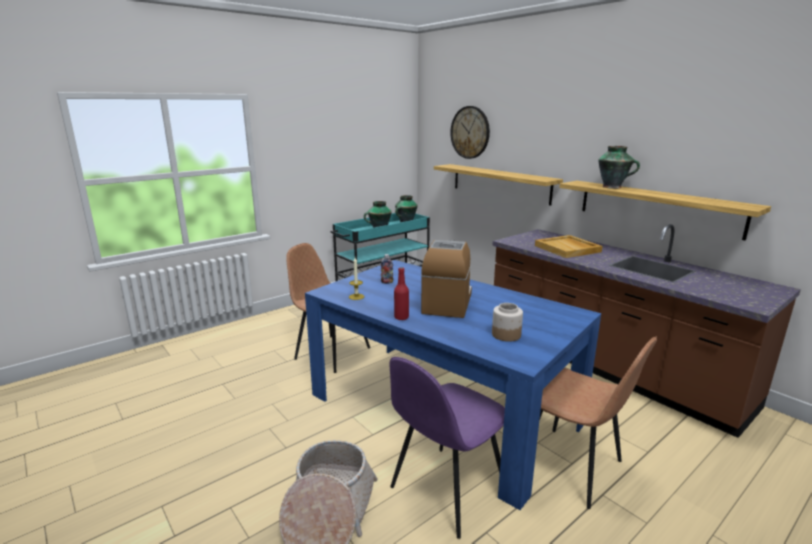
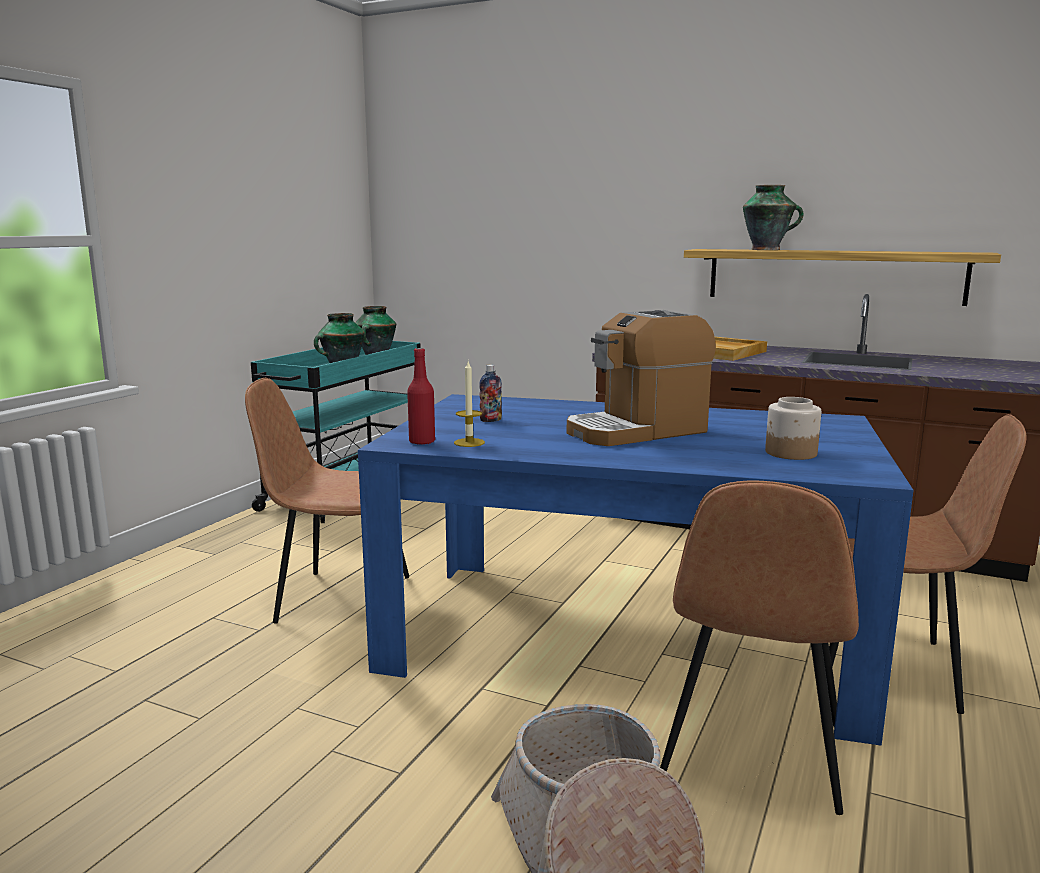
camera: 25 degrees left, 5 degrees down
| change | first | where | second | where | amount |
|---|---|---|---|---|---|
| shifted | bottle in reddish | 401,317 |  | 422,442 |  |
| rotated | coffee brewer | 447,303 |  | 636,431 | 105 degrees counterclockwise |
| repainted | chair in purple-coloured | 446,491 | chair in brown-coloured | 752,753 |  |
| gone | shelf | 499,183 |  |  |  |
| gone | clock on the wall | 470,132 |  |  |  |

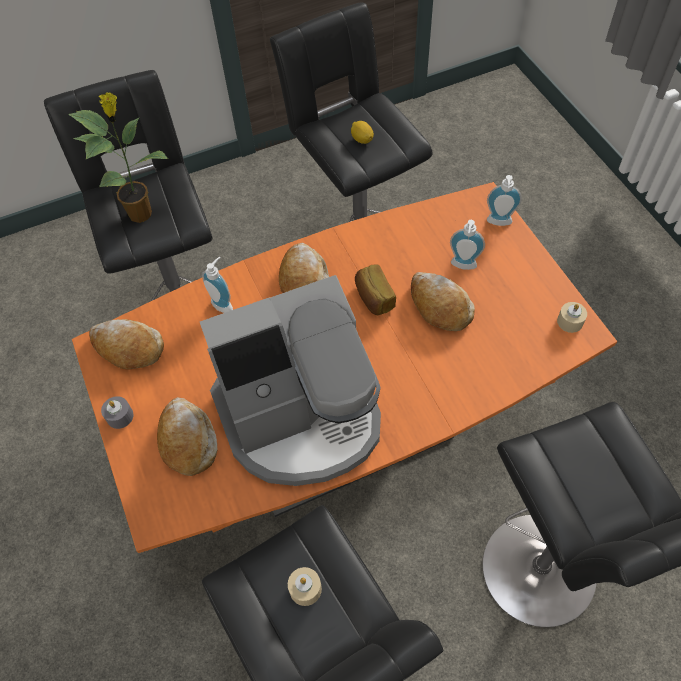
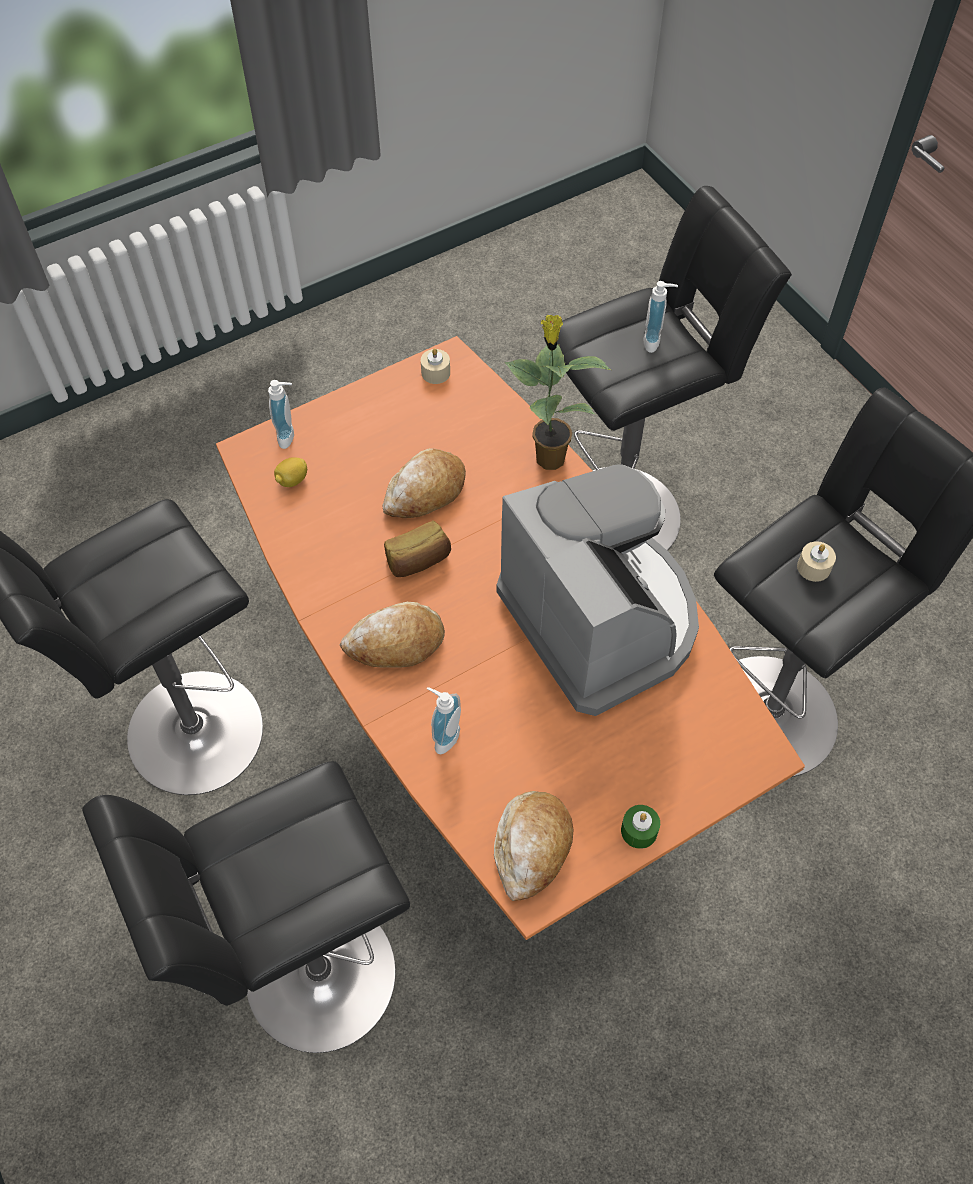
camera: 100 degrees left, 0 degrees up
| change | first | where | second | where | amount |
|---|---|---|---|---|---|
| shifted | whole lemon | 362,139 |  | 292,480 |  |
| shifted | houseplant | 142,213 |  | 549,456 |  |
| repainted | candle in grey | 120,416 | candle in green | 639,831 |  |
| shifted | soap dispenser | 463,266 |  | 655,341 |  |
| gone | baked bread | 187,441 |  |  |  |

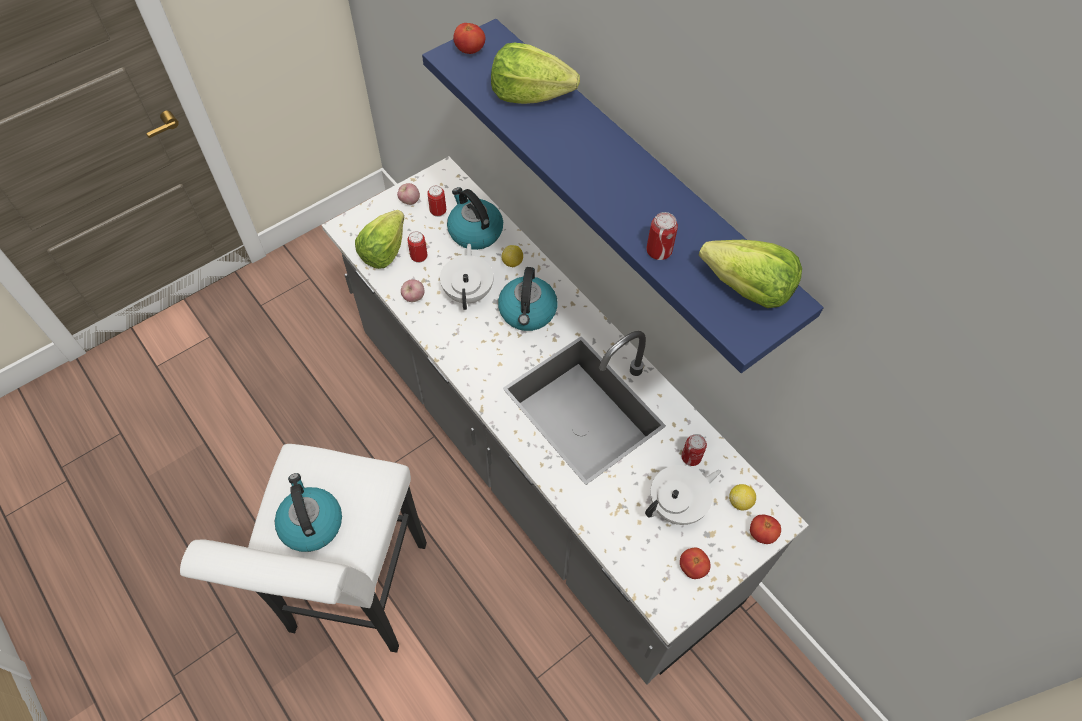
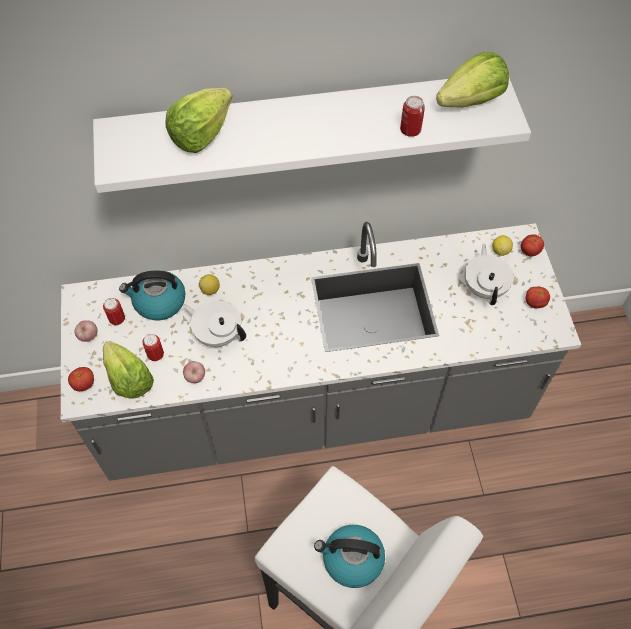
camera: 60 degrees left, 0 degrees up
| change | first | where | second | where | amount |
|---|---|---|---|---|---|
| shifted | tomato | 470,50 |  | 84,384 |  |
| repainted | shelf in blue-coloured | 636,176 | shelf in white | 304,121 |  |
| gone | water kettle | 528,312 |  |  |  |
| gone | can | 691,457 |  |  |  |

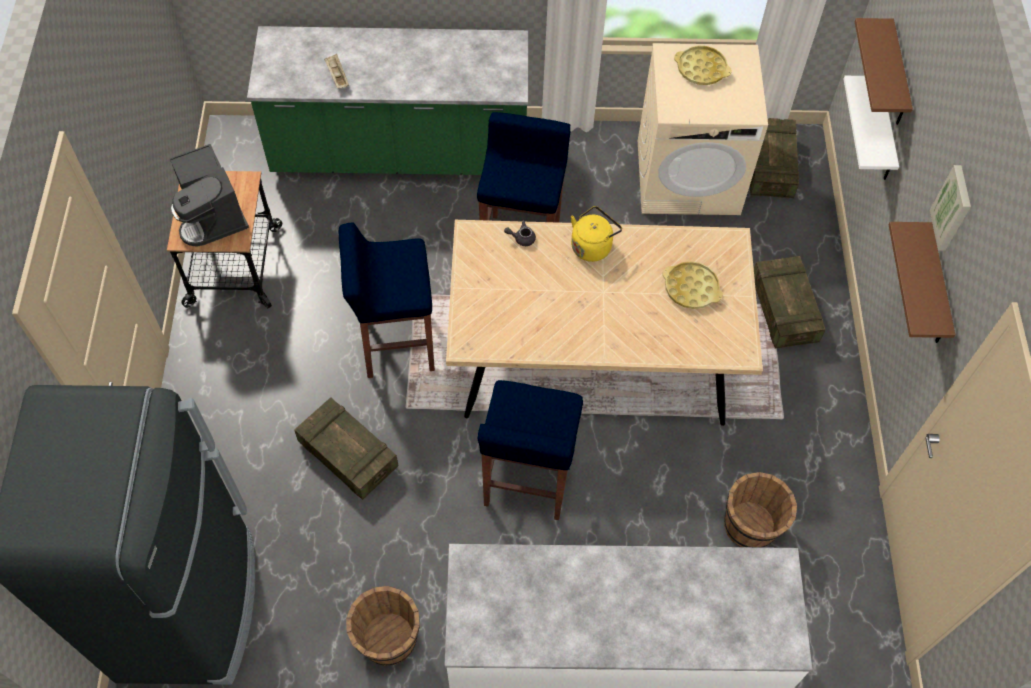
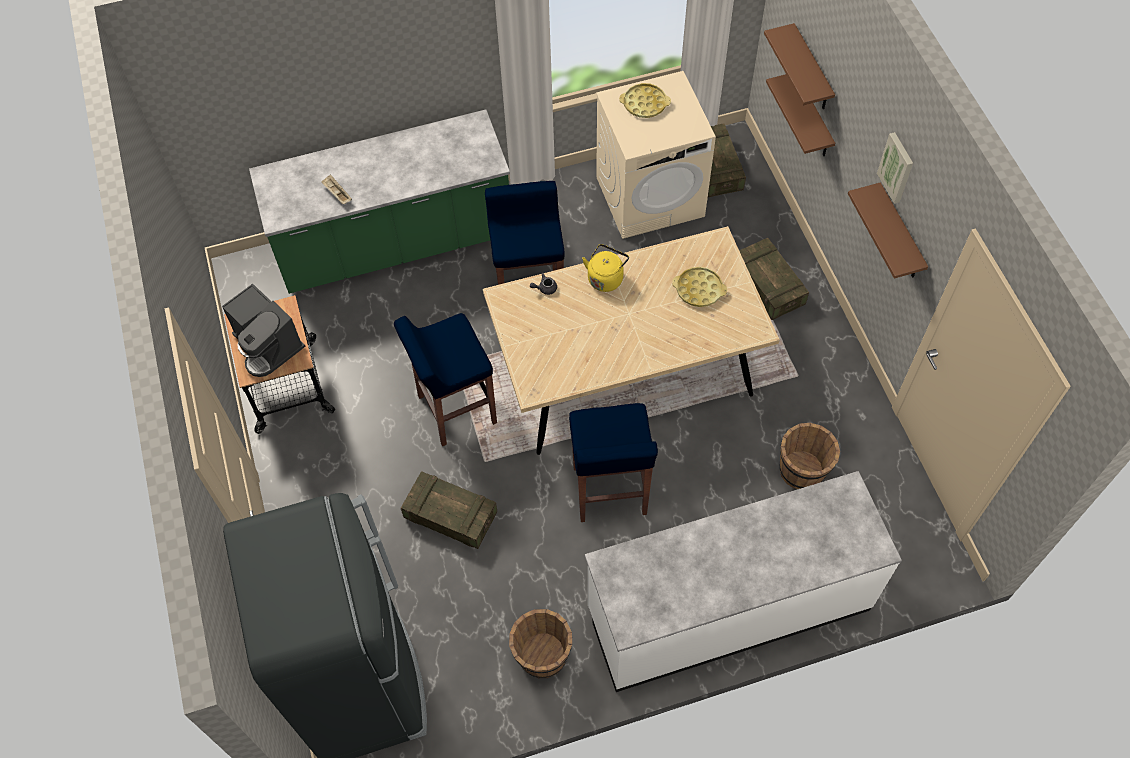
camera: 15 degrees left, 0 degrees up
| change | first | where | second | where | amount |
|---|---|---|---|---|---|
| repainted | shelf in white | 884,133 | shelf in brown-coloured | 812,118 |  |

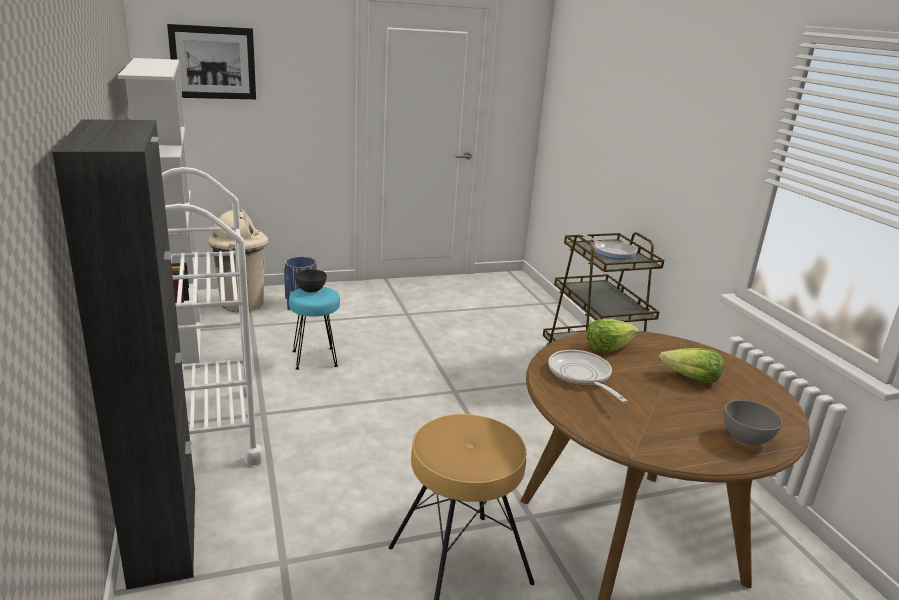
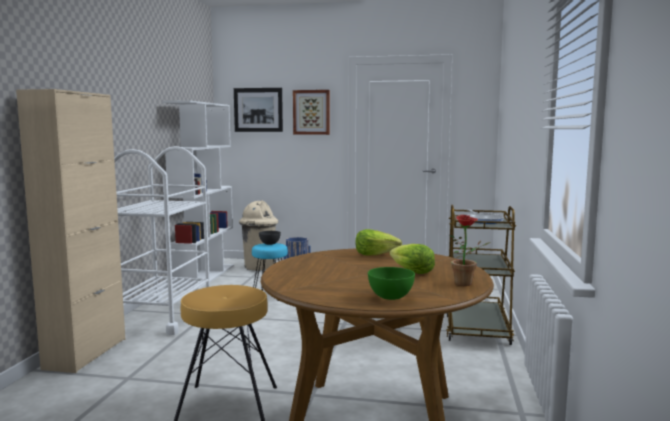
camera: 30 degrees right, 15 degrees down
| change | first | where | second | where | amount |
|---|---|---|---|---|---|
| repainted | cabinet in blackish | 164,535 | cabinet in sand-coloured | 85,353 |  |
| new |  |  | wall picture | 311,112 |  |
| repainted | bowl in grey | 746,438 | bowl in green | 391,297 |  |
| new |  |  | houseplant | 467,284 |  |
| gone | frying pan | 581,376 |  |  |  |

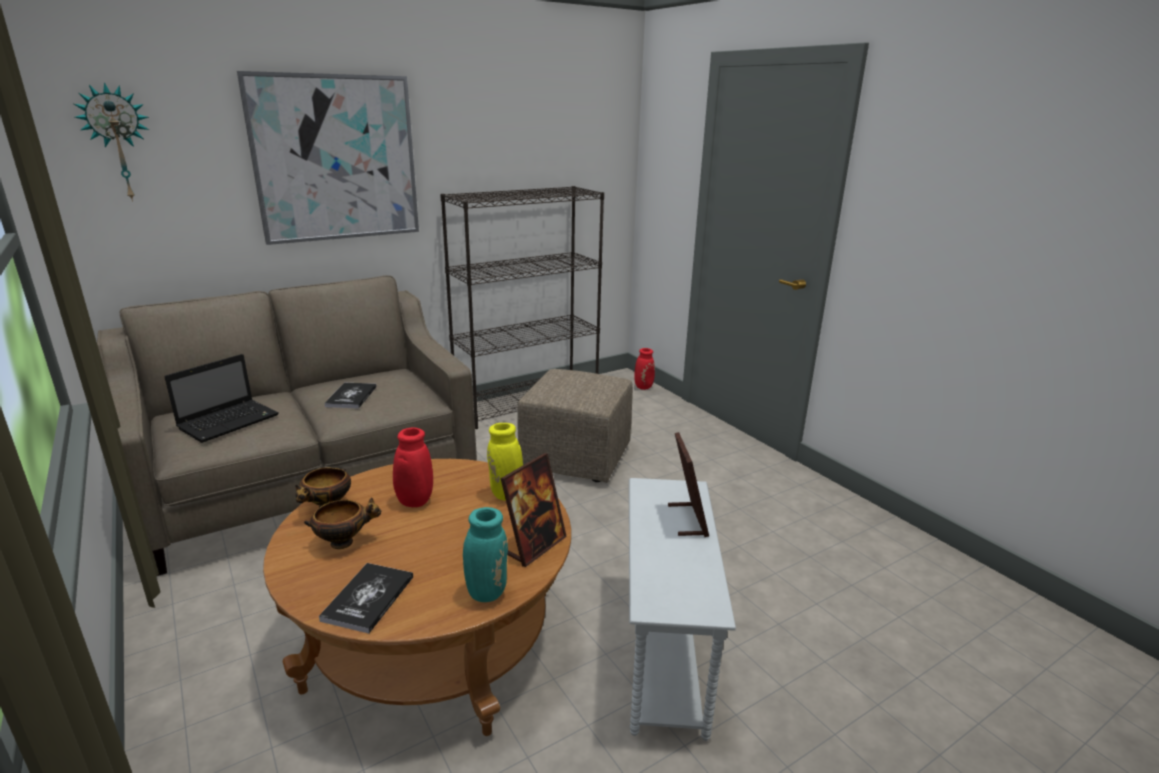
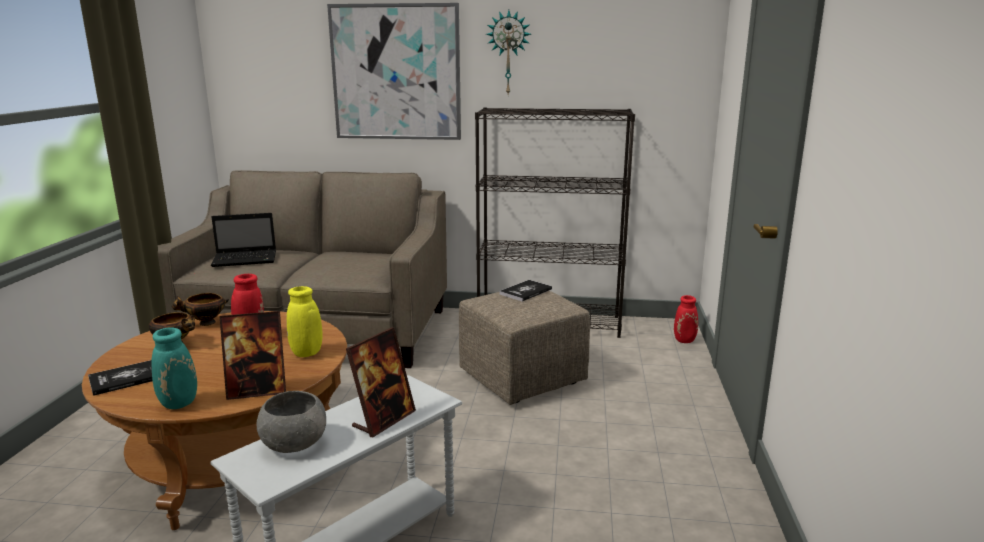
camera: 40 degrees right, 5 degrees down
| change | first | where | second | where | amount |
|---|---|---|---|---|---|
| new |  |  | bowl in grey | 294,444 |  |
| shifted | clock on the wall | 118,143 |  | 508,53 |  |
| shifted | volume | 351,396 |  | 525,291 |  |

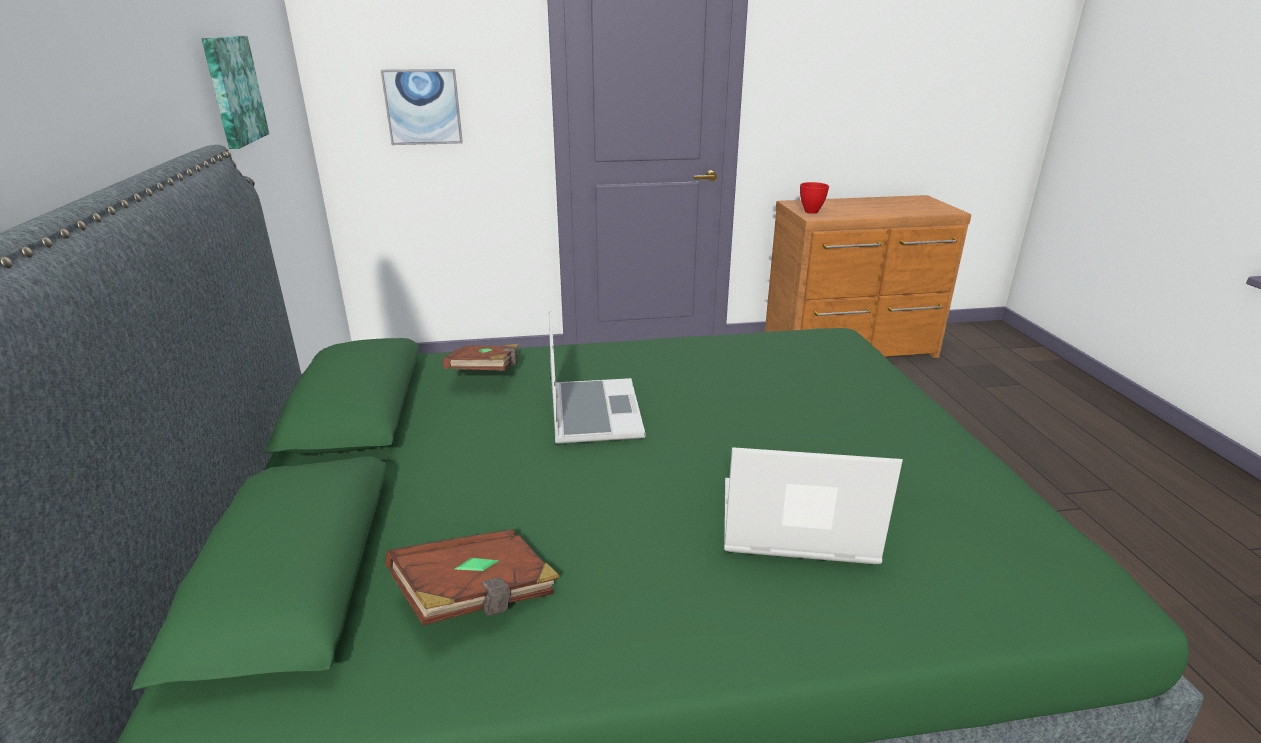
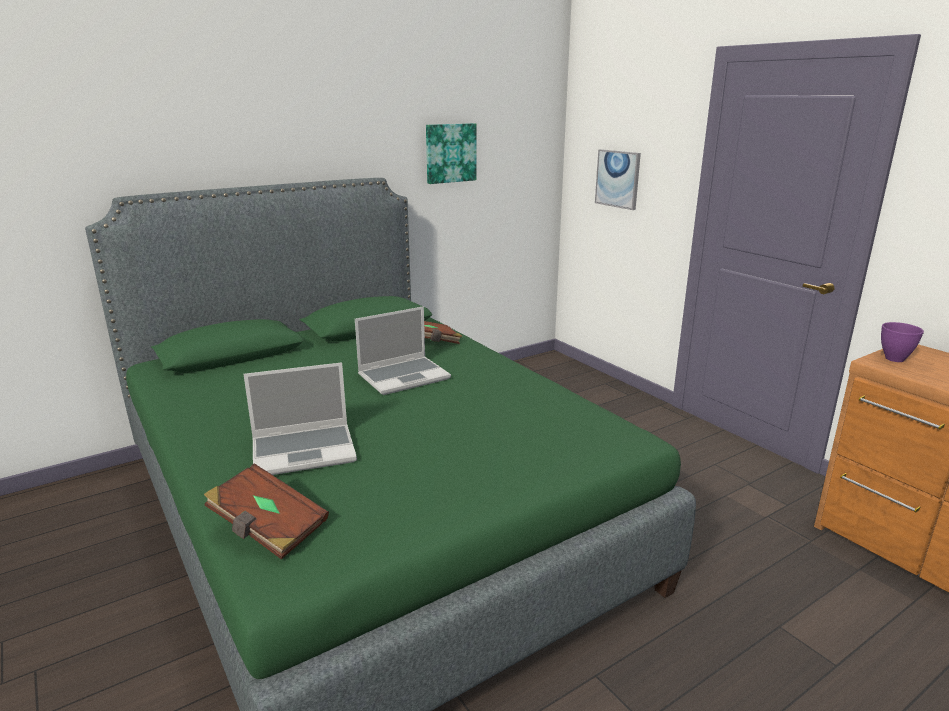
camera: 65 degrees right, 5 degrees down
| change | first | where | second | where | amount |
|---|---|---|---|---|---|
| shifted | volume in brown-coloured | 478,597 |  | 268,528 |  |
| rotated | laptop | 794,525 |  | 305,451 | 90 degrees clockwise |
| repainted | bowl in reddish | 810,212 | bowl in purple-coloured | 893,359 |  |

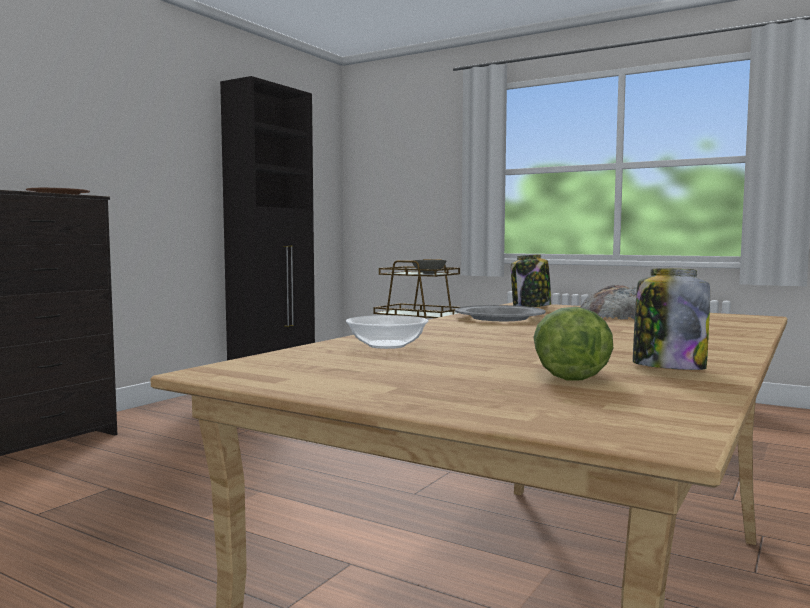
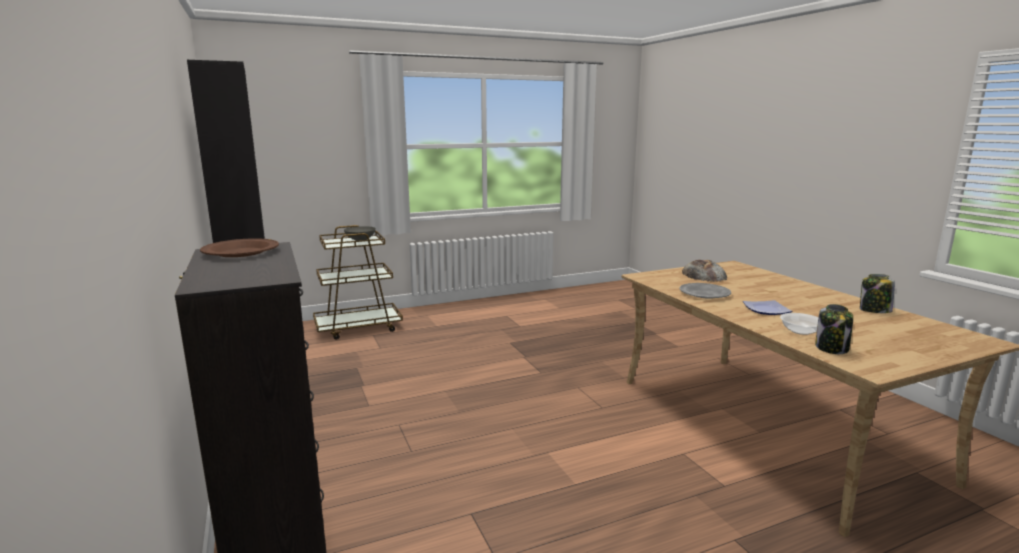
camera: 55 degrees left, 10 degrees up
| change | first | where | second | where | amount |
|---|---|---|---|---|---|
| new |  |  | dinner plate | 765,310 |  |
| shifted | jar | 531,307 |  | 832,348 |  |
| gone | lettuce | 568,373 |  |  |  |

